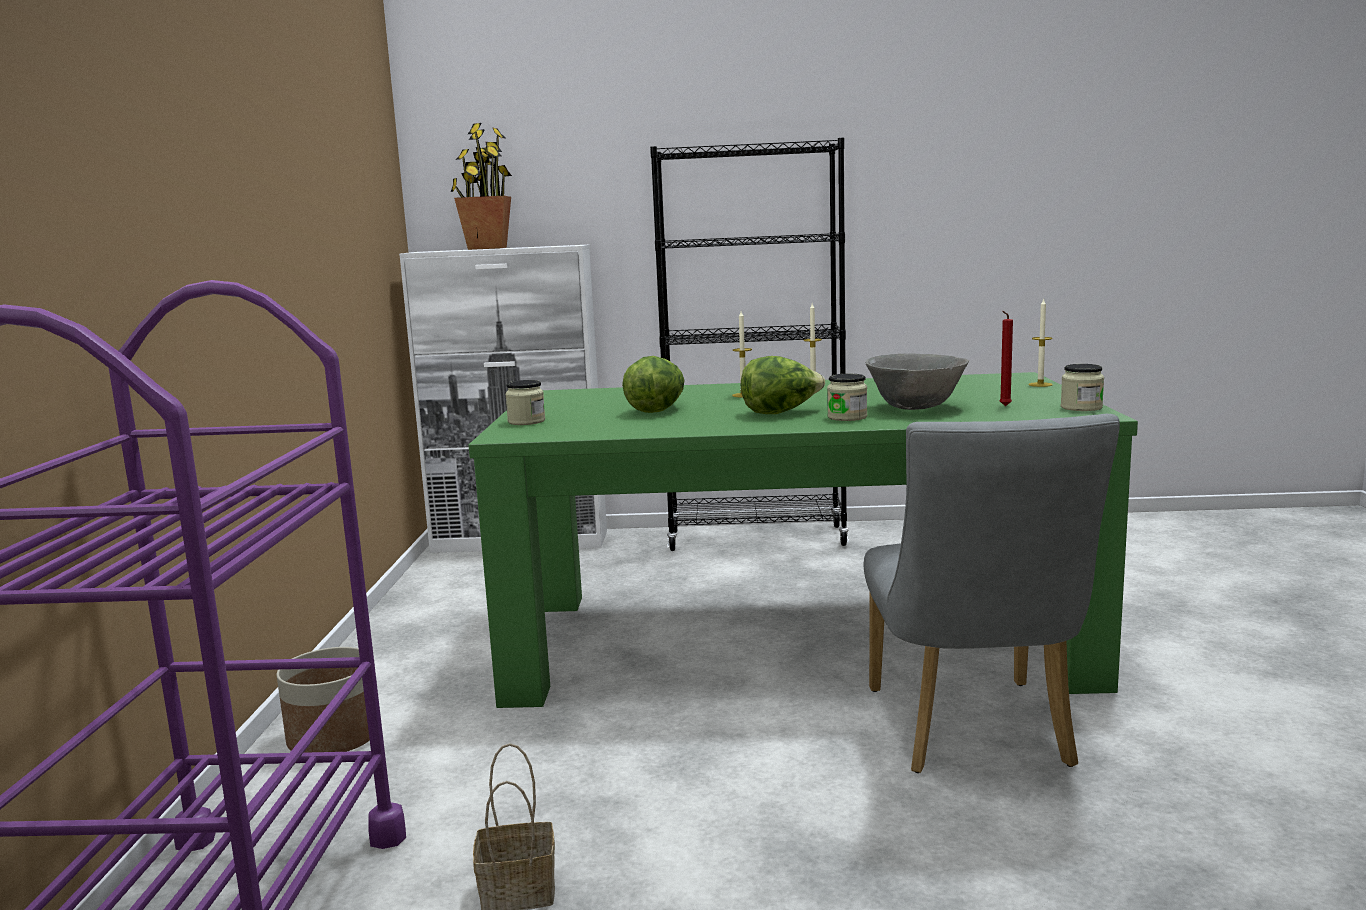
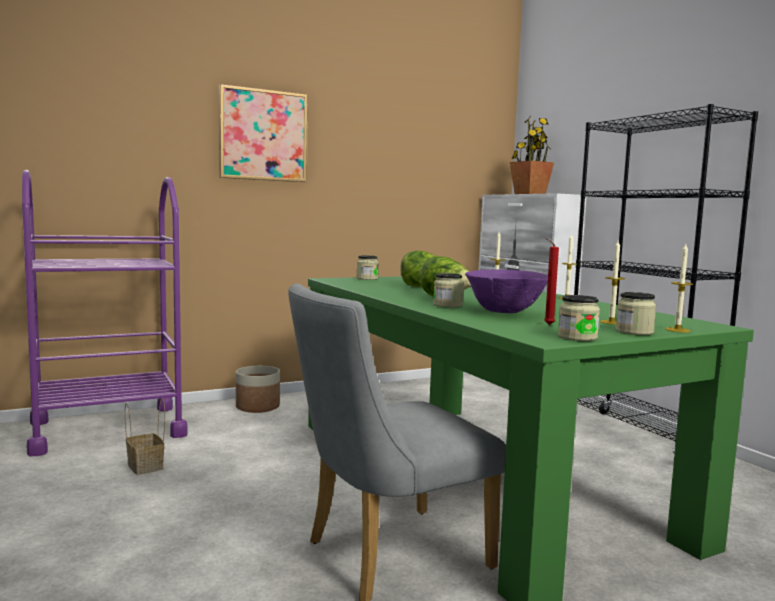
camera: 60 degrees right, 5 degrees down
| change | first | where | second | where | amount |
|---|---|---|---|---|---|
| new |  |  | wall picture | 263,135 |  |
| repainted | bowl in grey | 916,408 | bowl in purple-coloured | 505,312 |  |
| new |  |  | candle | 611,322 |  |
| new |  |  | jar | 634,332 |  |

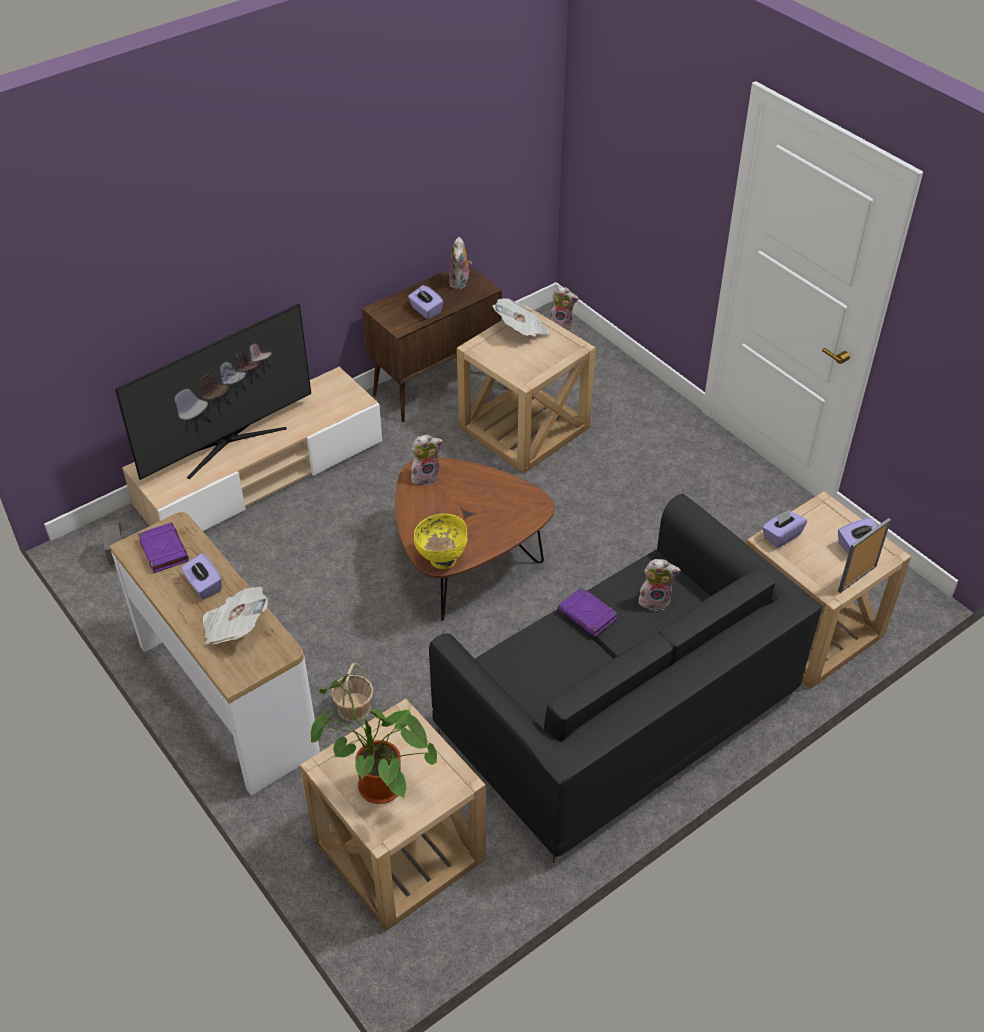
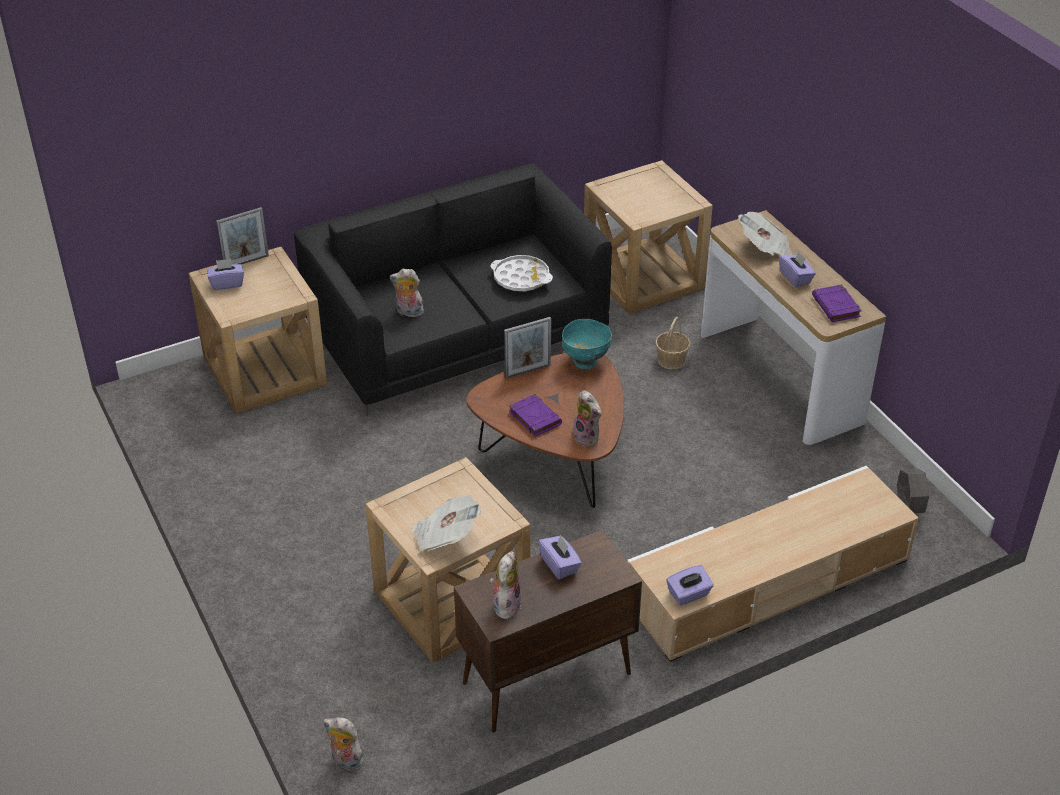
camera: 170 degrees left, 5 degrees down
| change | first | where | second | where | amount |
|---|---|---|---|---|---|
| new |  |  | tray in white | 521,278 |  |
| new |  |  | photo frame | 527,371 |  |
| shifted | volume in purple-coloured | 588,615 |  | 534,418 |  |
| repainted | bowl in yellow-coloured | 442,559 | bowl in turquoise | 585,362 |  |
| rotated | plush toy | 426,476 |  | 588,437 | 120 degrees counterclockwise |
| shifted | tissue holder in purple-coloured | 781,536 |  | 689,594 |  |
| gone | TV set | 228,443 |  |  |  |
| gone | houseplant | 375,787 |  |  |  |

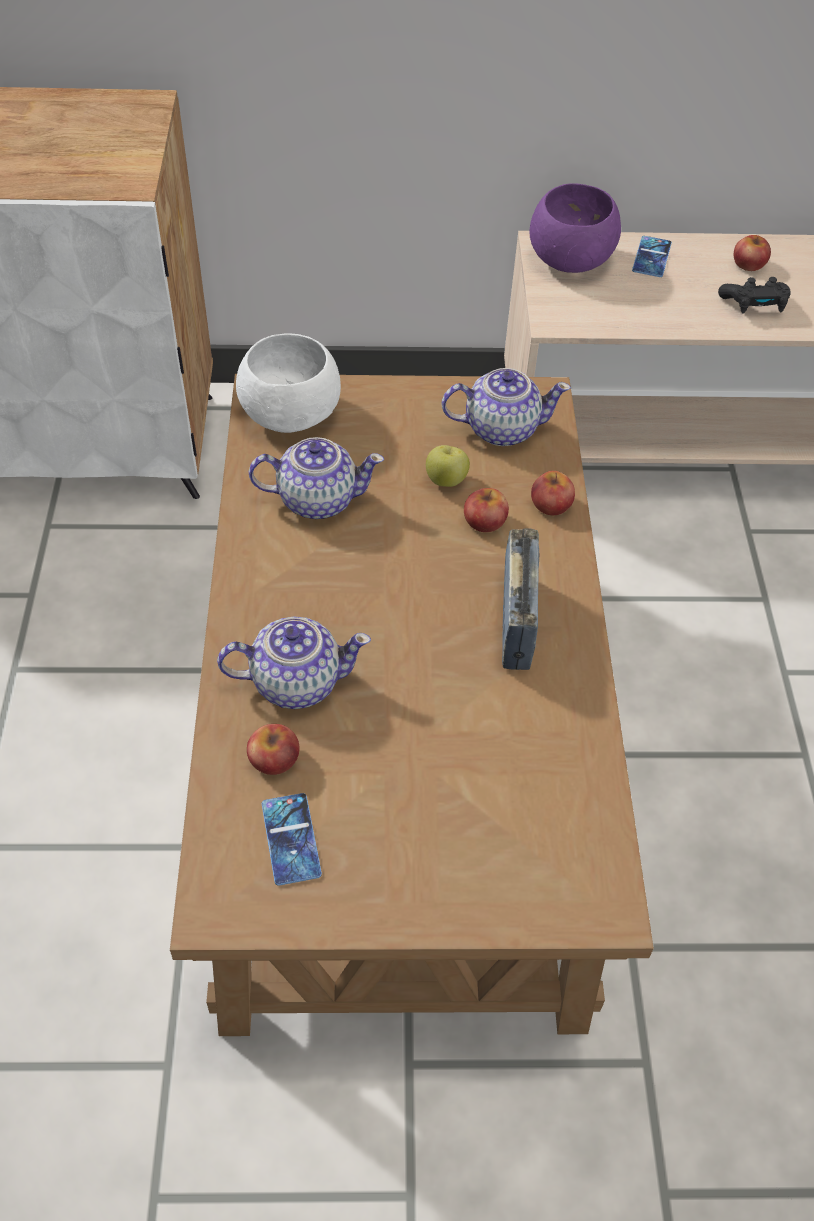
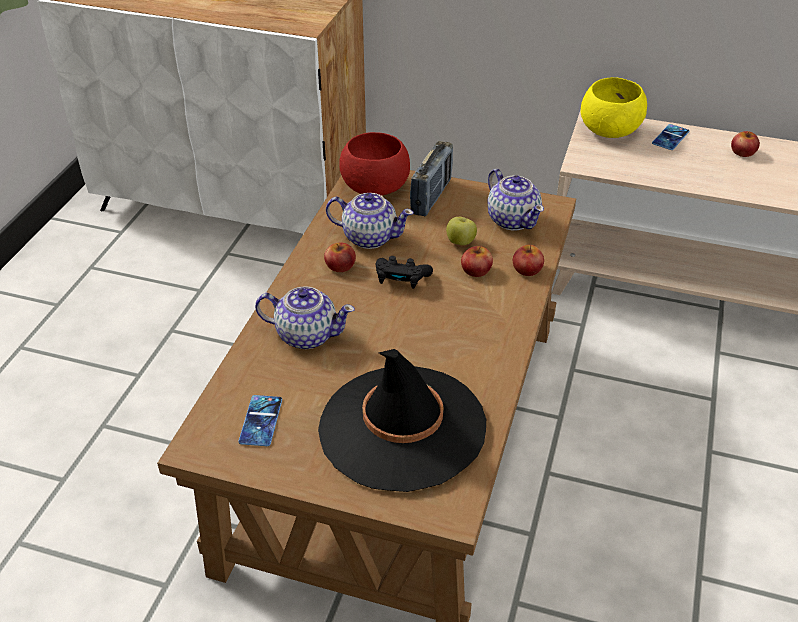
camera: 20 degrees right, 10 degrees down
| change | first | where | second | where | amount |
|---|---|---|---|---|---|
| new |  |  | wearable hat in blackish | 402,427 |  |
| shifted | apple | 274,759 |  | 340,266 |  |
| repainted | bowl in white | 292,414 | bowl in reddish | 376,187 |  |
| shifted | game controller in blackish | 754,305 |  | 401,280 |  |
| shifted | radio | 516,622 |  | 431,197 |  |
| rotated | tea pot | 500,428 |  | 513,219 | 45 degrees clockwise |
| repainted | bowl in purple-coloured | 568,260 | bowl in yellow-coloured | 608,130 |  |

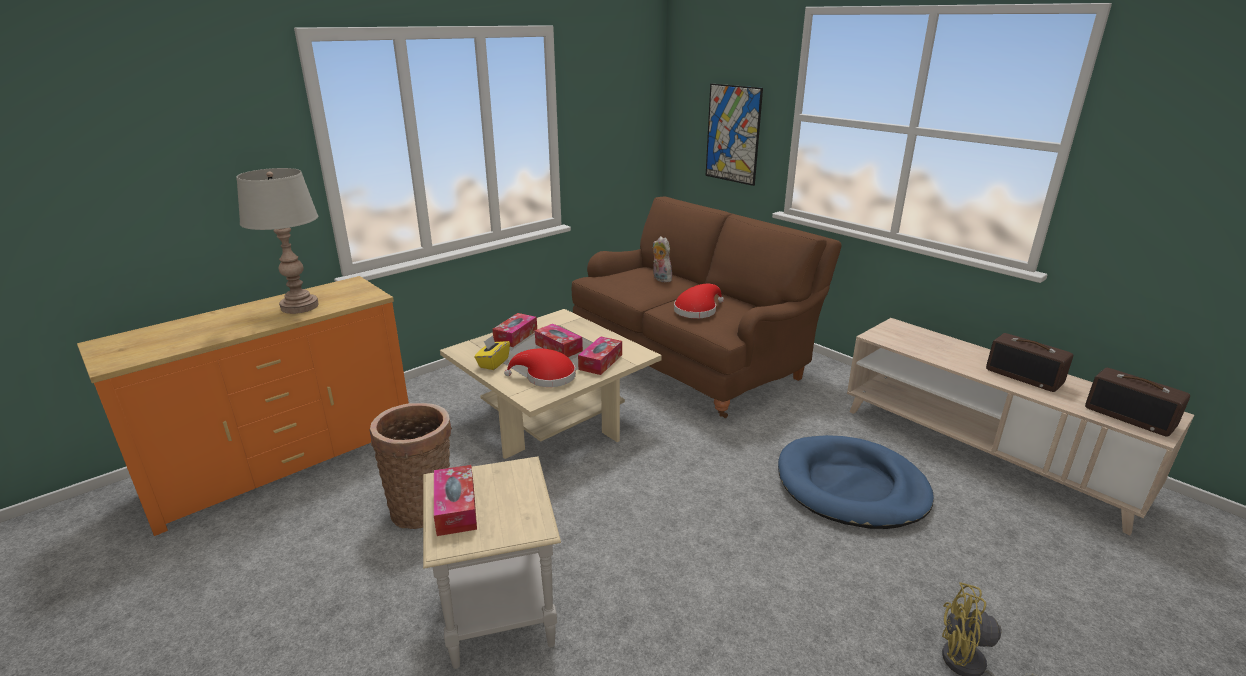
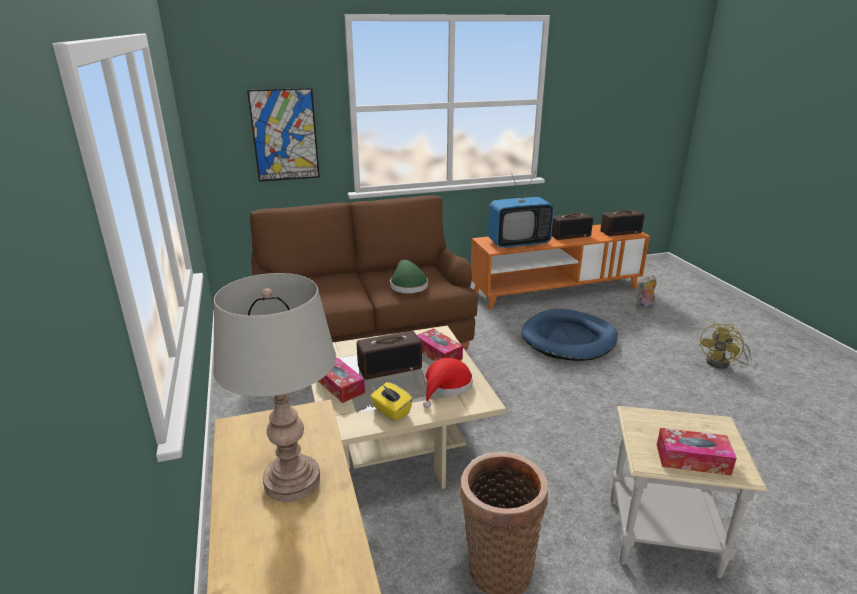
camera: 65 degrees left, 0 degrees up
| change | first | where | second | where | amount |
|---|---|---|---|---|---|
| swapped | tissue holder | 558,347 | radio | 390,367 |  |
| repainted | wearable hat in reddish | 697,310 | wearable hat in green | 408,285 |  |
| repainted | media console in sand-coloured | 984,452 | media console in orangey | 555,290 |  |
| new |  |  | TV set | 518,243 |  |
| shifted | plush toy | 660,279 |  | 644,308 |  |

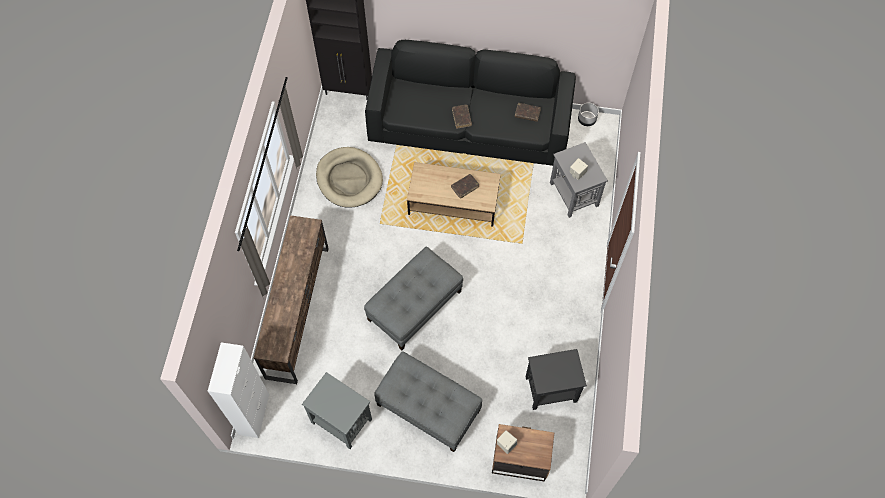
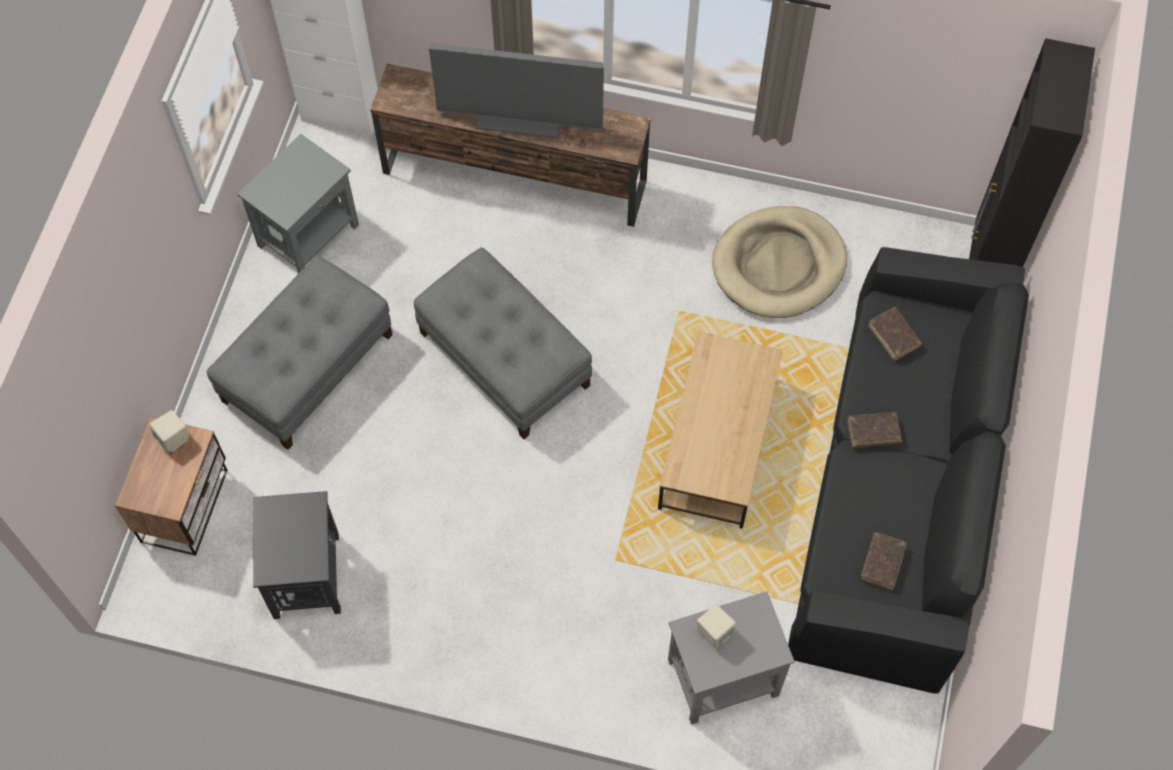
camera: 95 degrees right, 0 degrees up
| change | first | where | second | where | amount |
|---|---|---|---|---|---|
| new |  |  | TV set | 520,117 |  |
| shifted | volume in brown-coloured | 465,187 |  | 893,336 |  |
| gone | flower pot in grey | 587,120 |  |  |  |

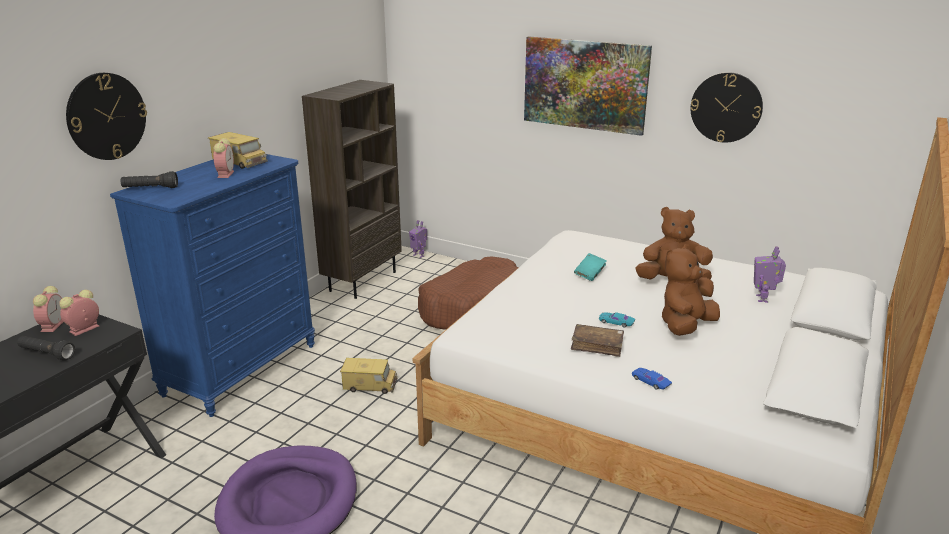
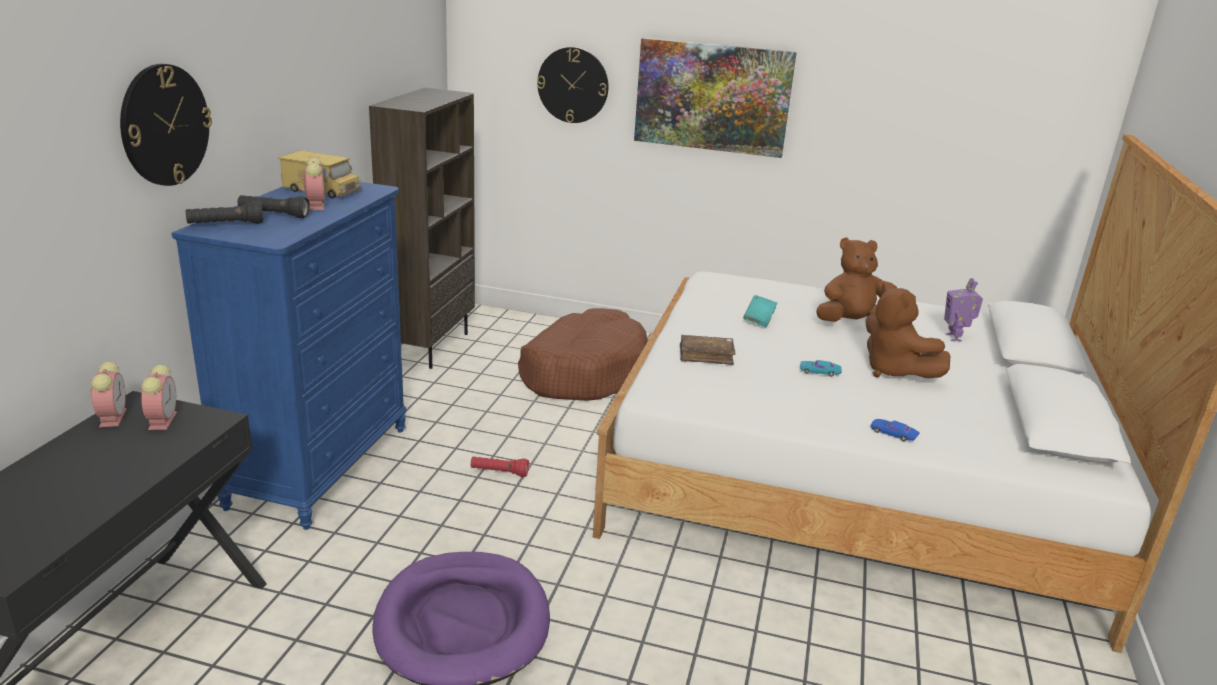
camera: 15 degrees left, 0 degrees up
| change | first | where | second | where | amount |
|---|---|---|---|---|---|
| rotated | alarm clock | 83,329 |  | 162,420 | 150 degrees clockwise |
| shifted | flashlight in blackish | 47,354 |  | 274,215 |  |
| swapped | model truck | 370,385 | flashlight in reddish | 499,472 |  |
| shifted | clock on the wall | 726,107 |  | 573,85 |  |
| shifted | volume in brown-coloured | 597,345 |  | 706,356 |  |
| rotated | plush toy in brown-coloured | 685,326 |  | 894,371 | 60 degrees counterclockwise |
| gone | robot figure | 419,255 |  |  |  |

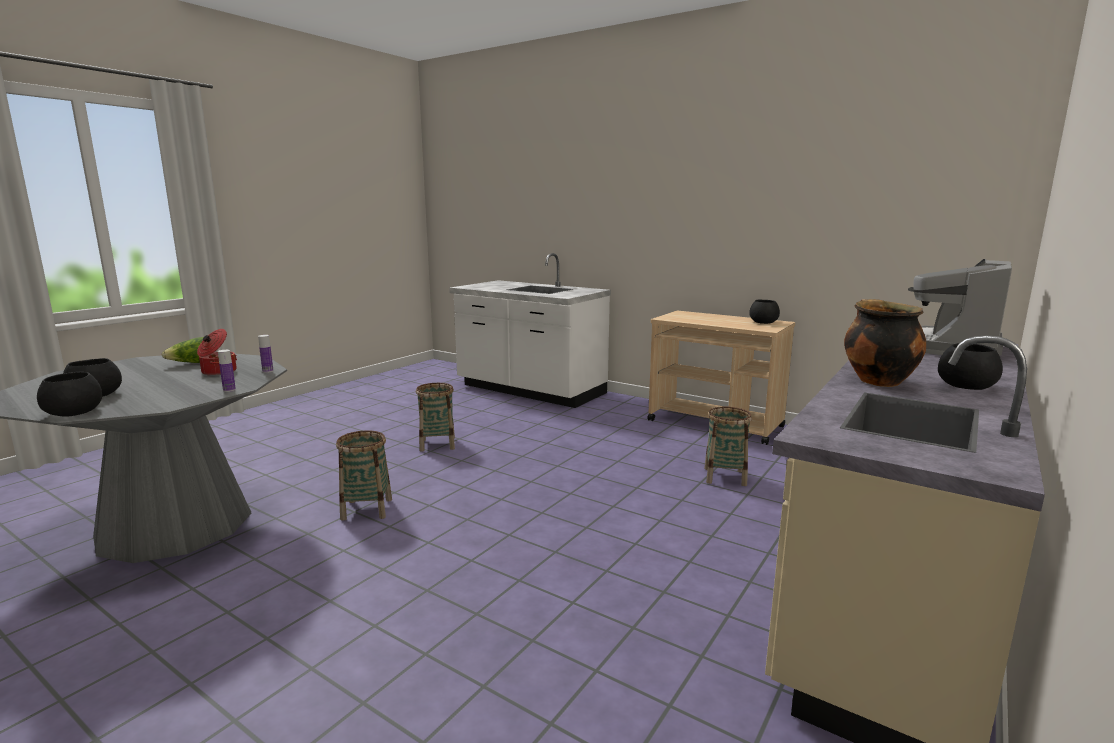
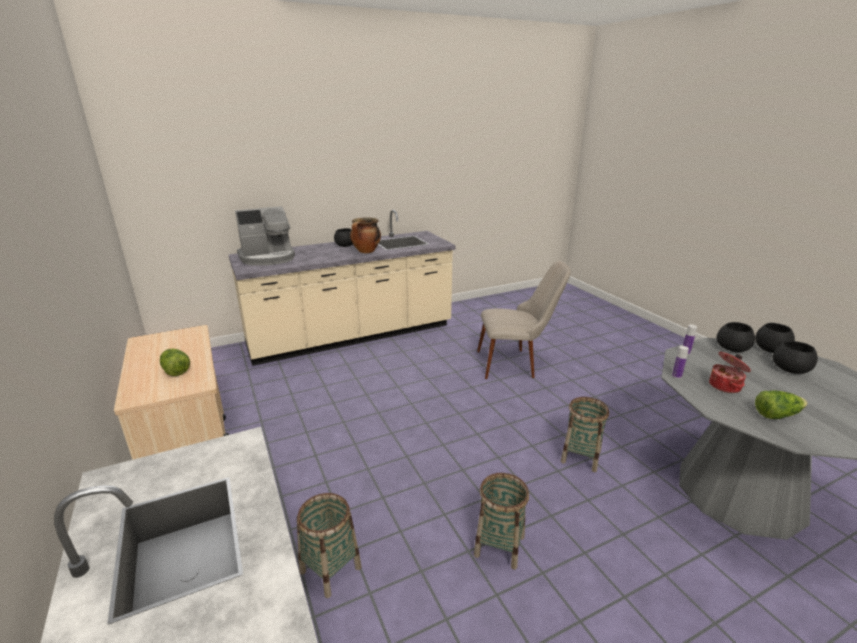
camera: 150 degrees left, 10 degrees up
| change | first | where | second | where | amount |
|---|---|---|---|---|---|
| new |  |  | lettuce | 175,370 |  |
| shifted | storage basket | 725,477 |  | 330,569 |  |
| new |  |  | chair in sand-coloured | 516,363 |  |
| shifted | bowl in blackish | 763,322 |  | 732,348 |  |

